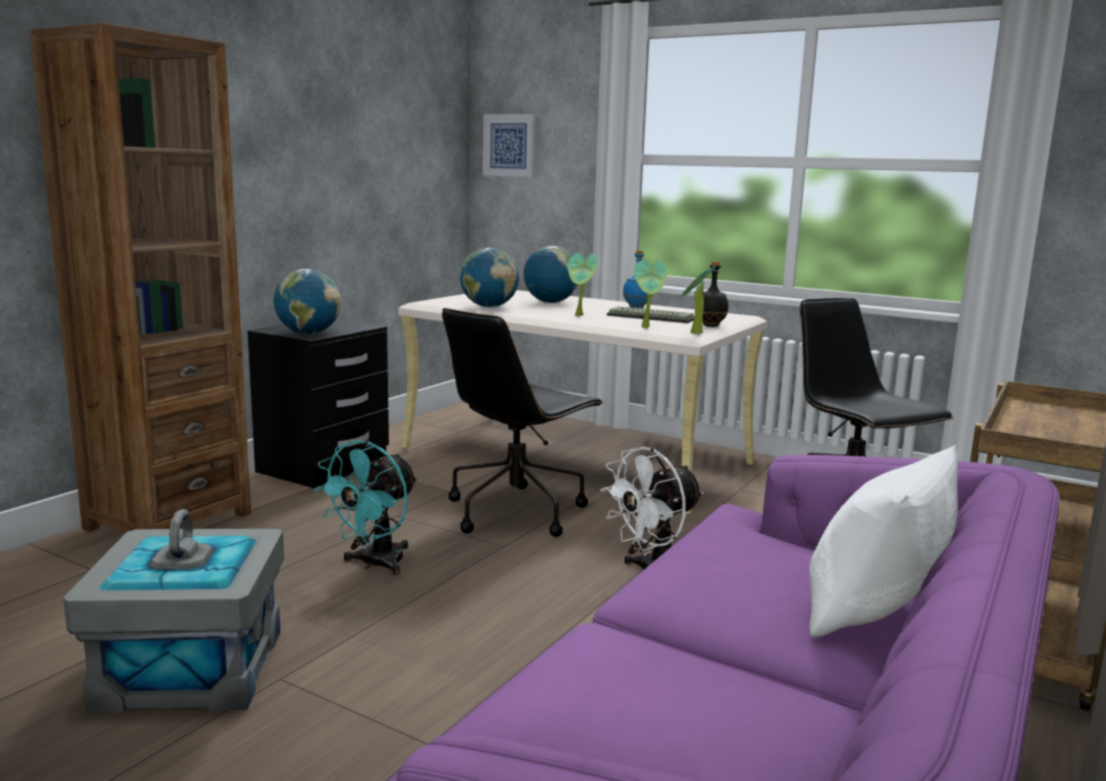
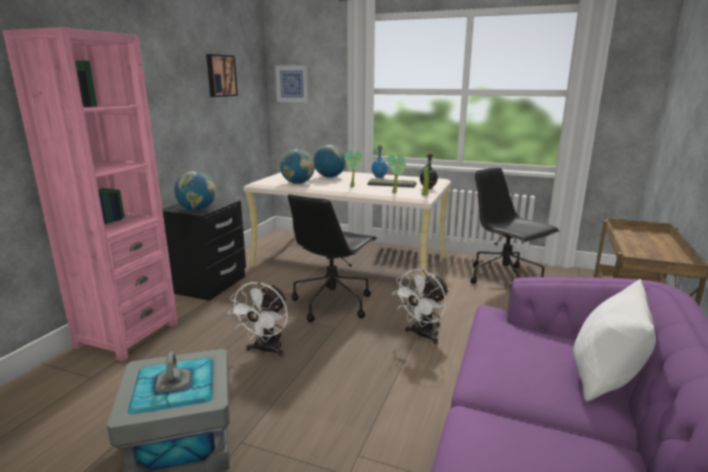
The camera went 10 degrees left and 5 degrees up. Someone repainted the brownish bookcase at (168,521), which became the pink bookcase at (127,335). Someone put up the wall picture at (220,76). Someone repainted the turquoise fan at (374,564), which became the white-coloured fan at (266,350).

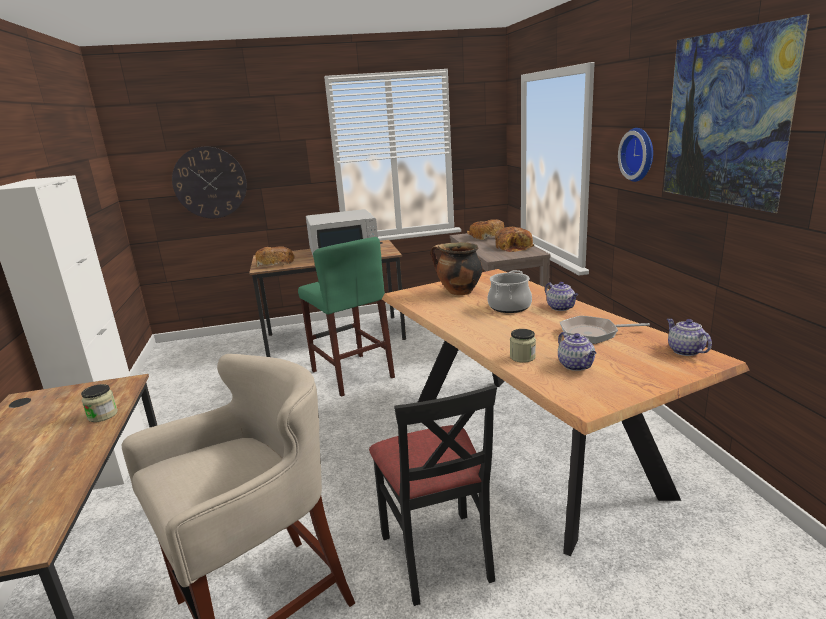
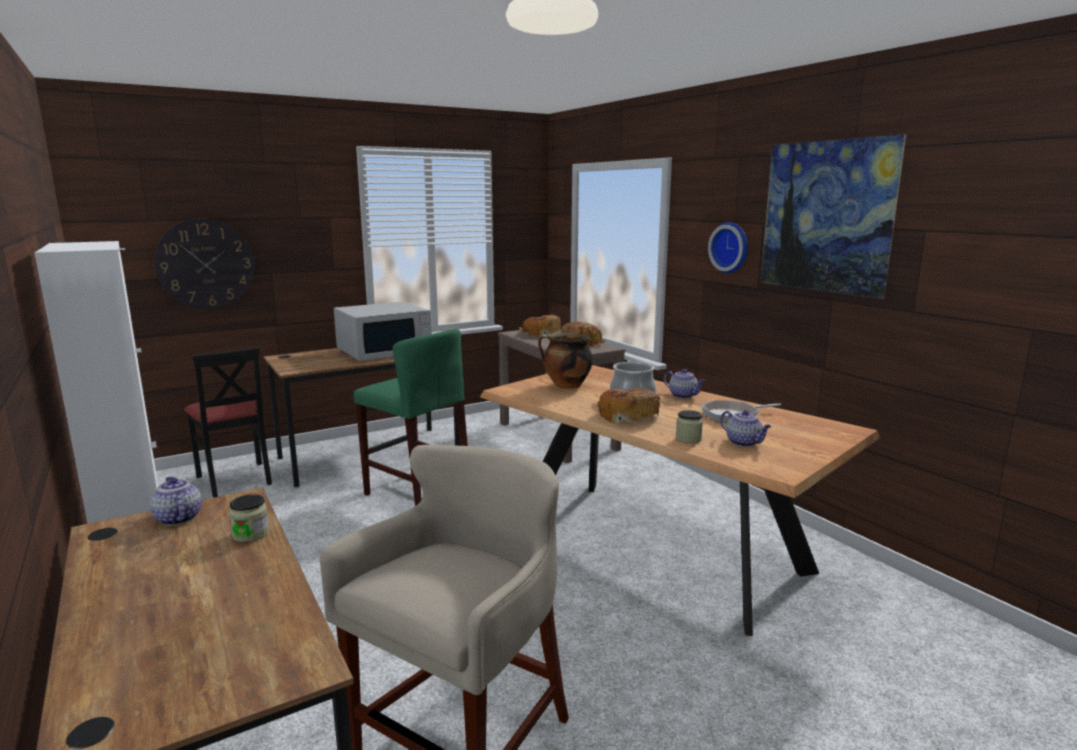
The camera went 20 degrees left and 5 degrees down. Someone carried the pot for tea from (684,351) to (178,518). Someone carried the blackish plain chair from (437,555) to (235,479). Someone carried the baked bread from (275,263) to (627,416).

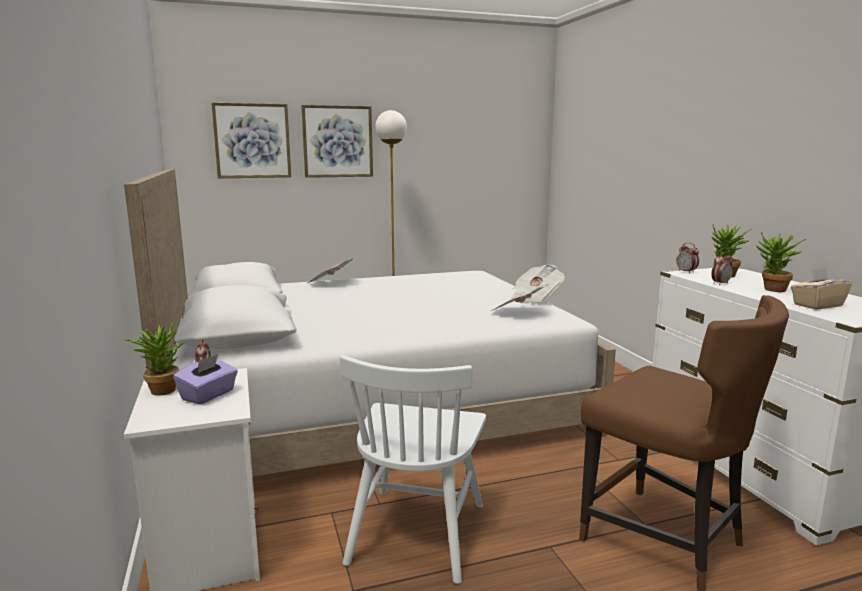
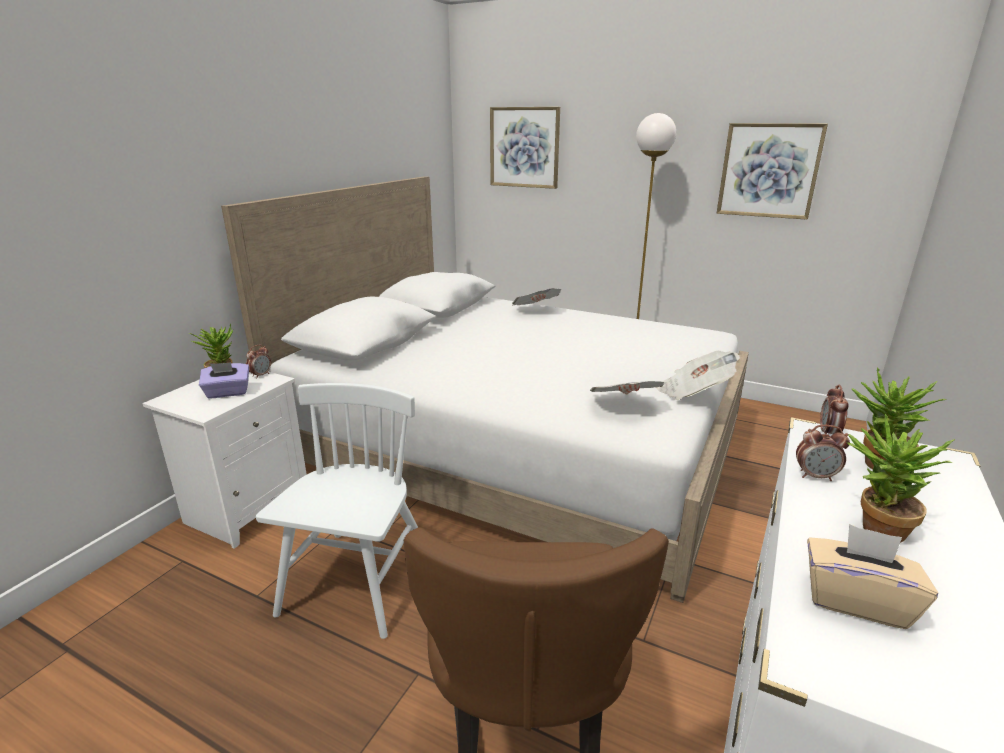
The camera went 45 degrees right and 10 degrees up. Someone rotated the white-coloured plain chair at (416,532) by 135 degrees clockwise. Someone carried the wall picture from (337,141) to (769,171).

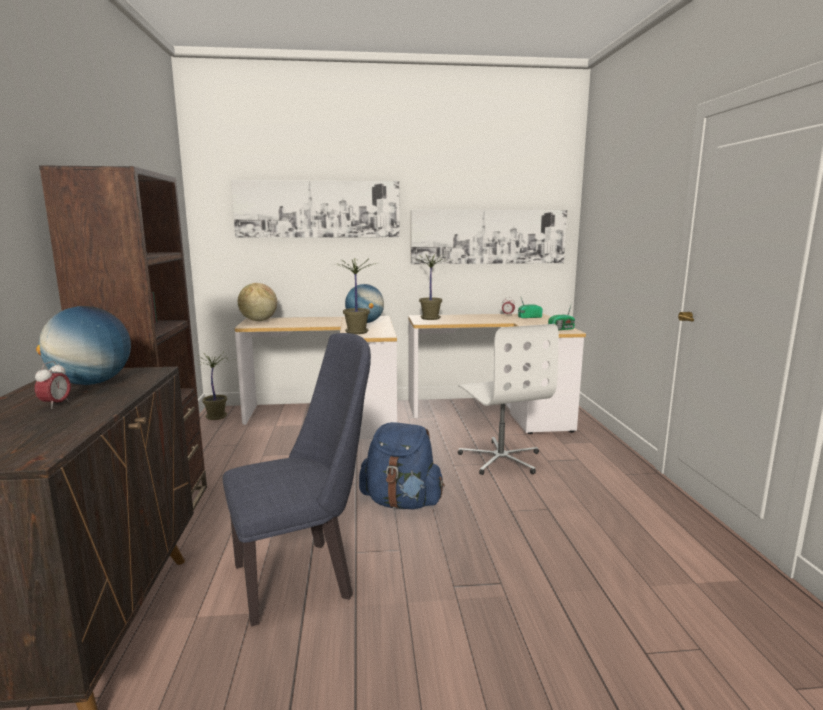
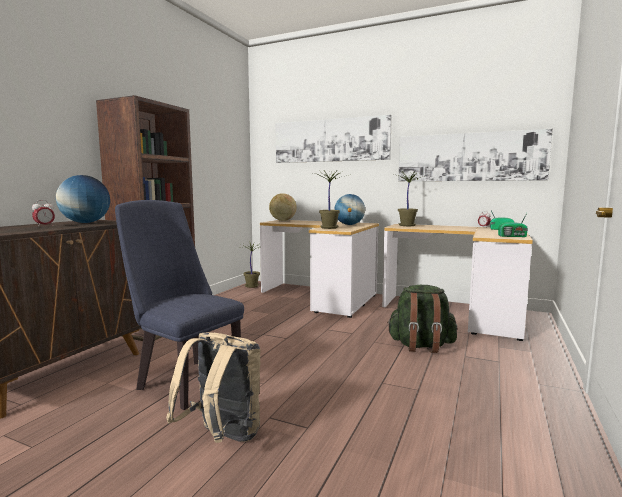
The camera went 30 degrees right and 5 degrees down. Someone rotated the bluish plain chair at (303,577) by 150 degrees counterclockwise. Someone put down the sand-coloured rucksack at (222,437). Someone swapped the white-coloured office chair at (501,459) for the green rucksack at (421,346). Someone took away the bluish rucksack at (402,502).

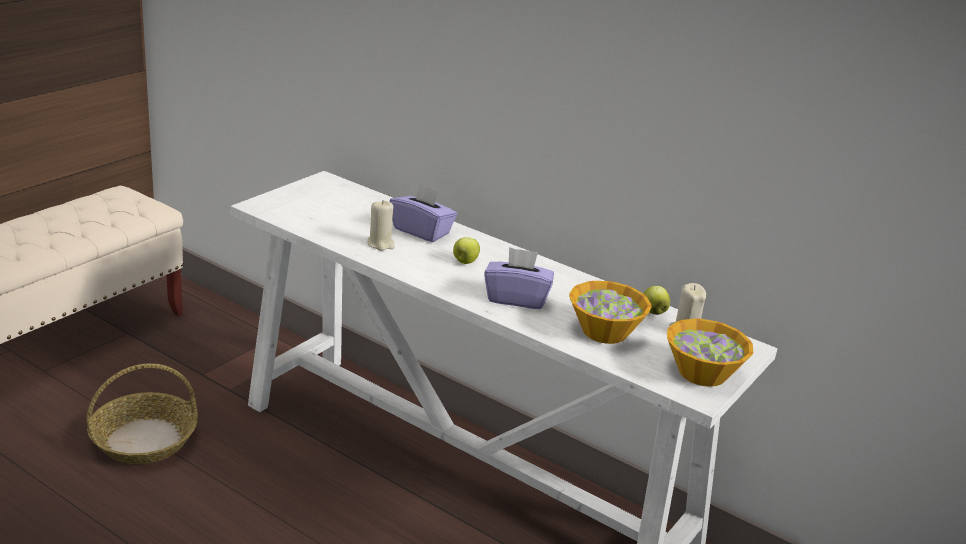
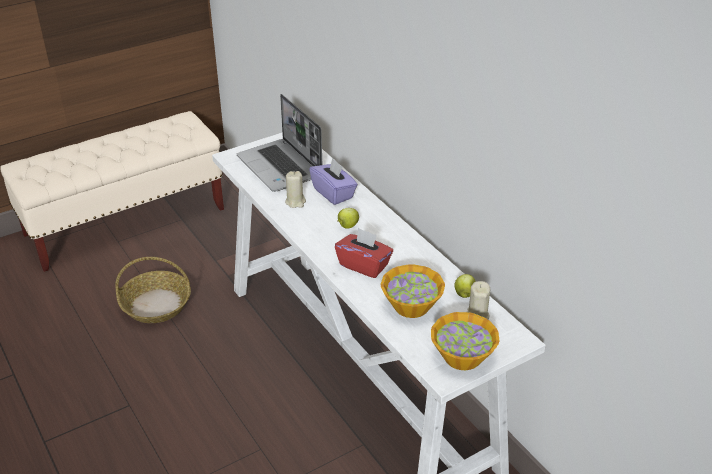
The camera went 25 degrees right and 10 degrees up. Someone put down the notebook computer at (281,167). Someone repainted the purple-coloured box of tissues at (516,298), which became the reddish box of tissues at (364,265).

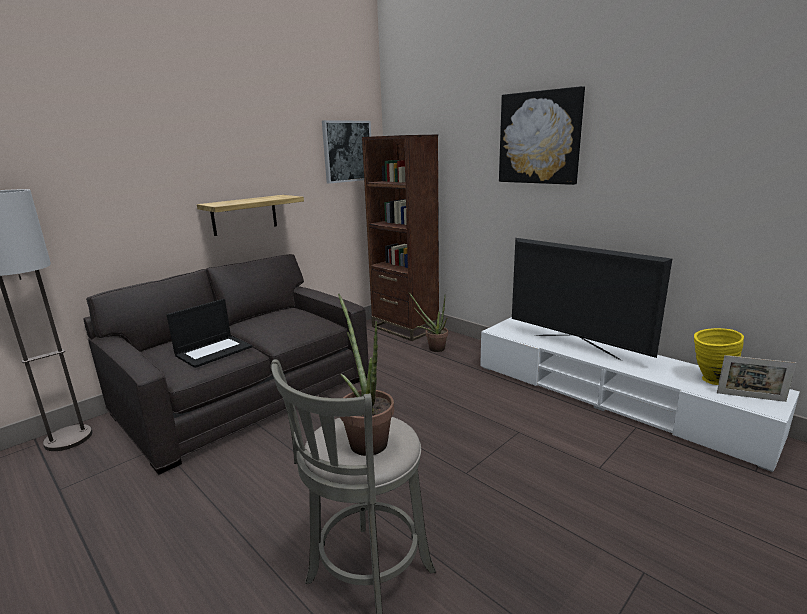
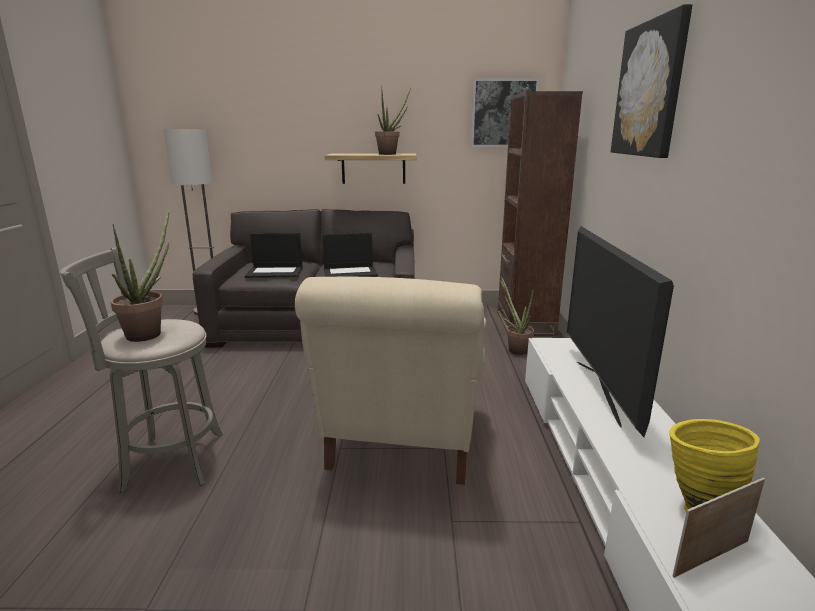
The camera went 45 degrees right and 0 degrees up. Someone put down the sand-coloured armchair at (403,441). Someone put down the notebook computer at (350,272). Someone put down the houseplant at (390,154). Someone rotated the photo frame at (750,397) by 90 degrees clockwise.

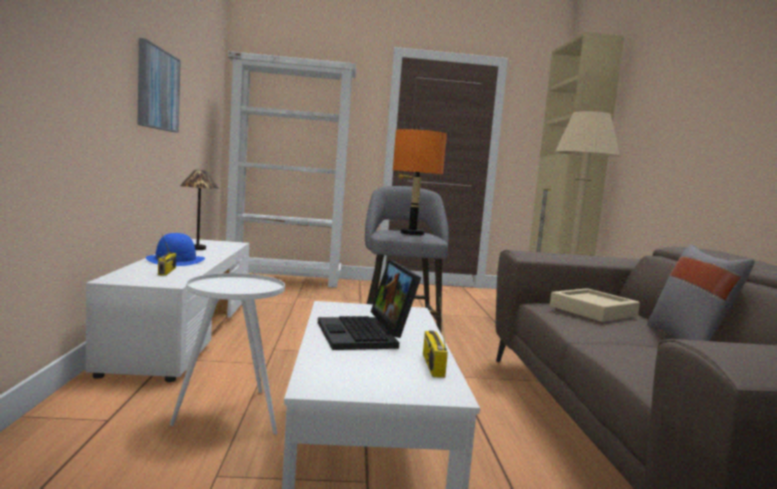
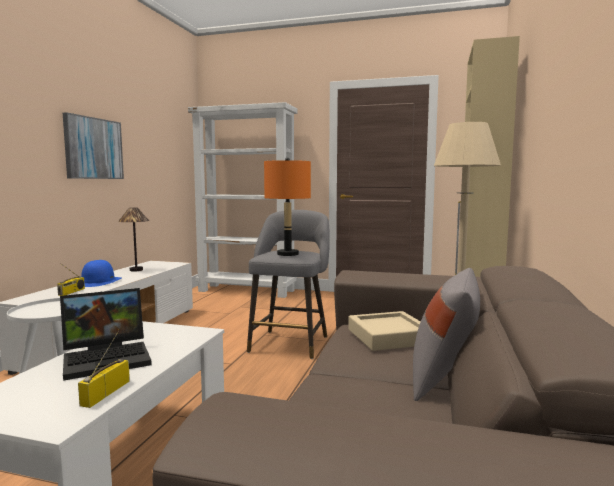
The camera went 20 degrees right and 0 degrees up. Someone rotated the notebook computer at (366,335) by 120 degrees counterclockwise.

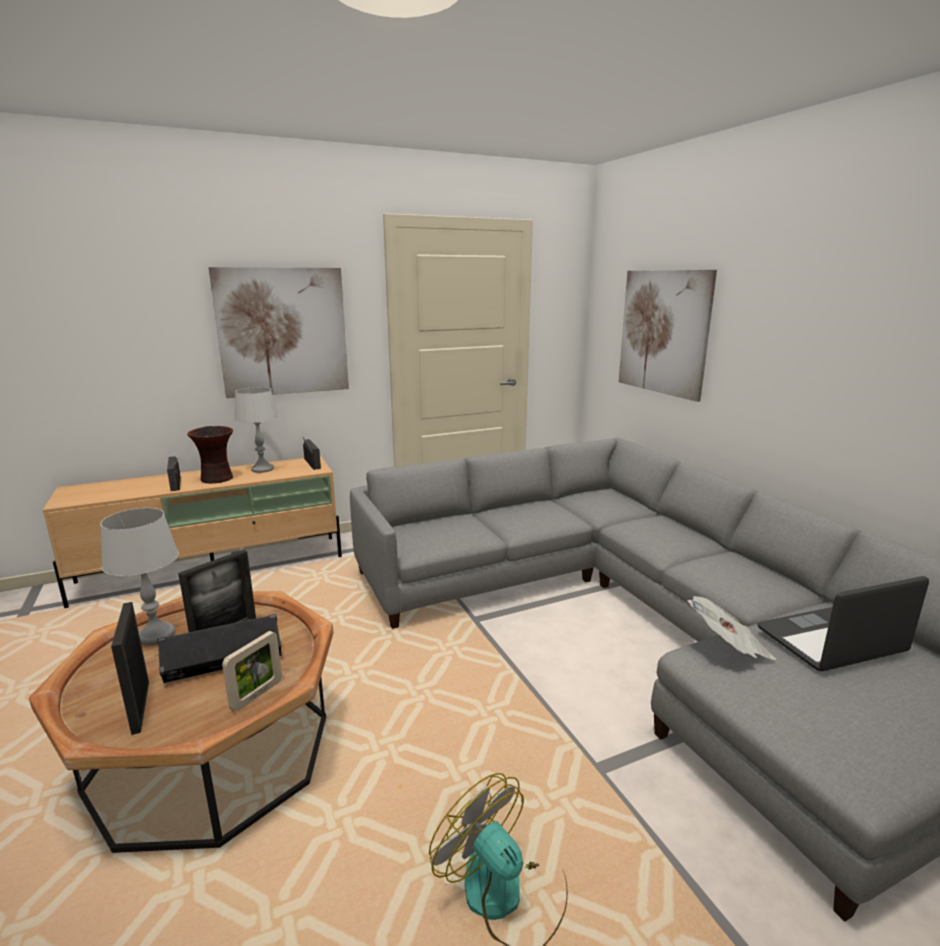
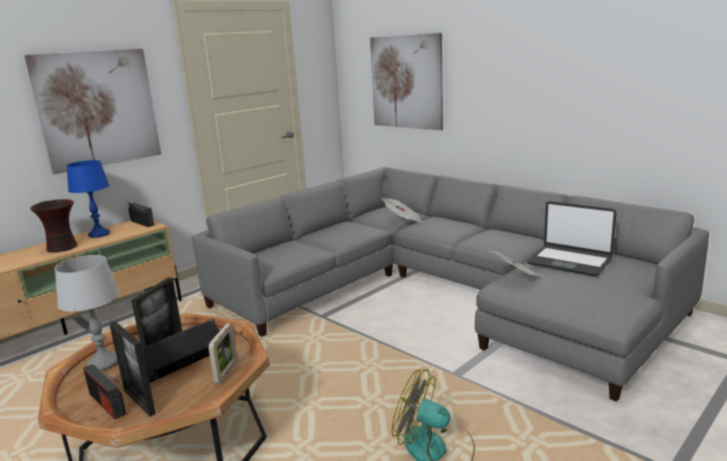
The camera went 20 degrees left and 0 degrees up. Someone repainted the grey lamp for a table at (263,469), which became the bluish lamp for a table at (99,234). Someone carried the radio receiver from (175,483) to (107,404). Someone put down the newspaper at (403,220). Someone rotated the notebook computer at (831,642) by 105 degrees counterclockwise.

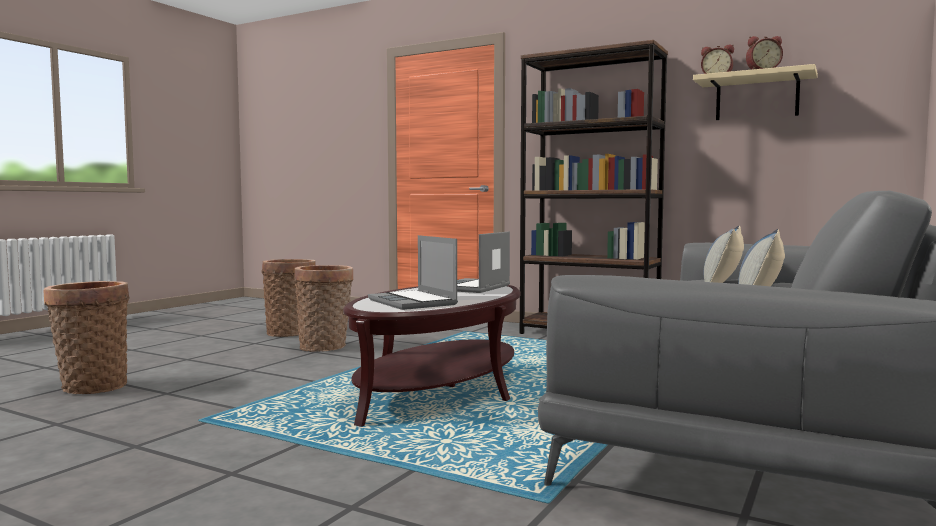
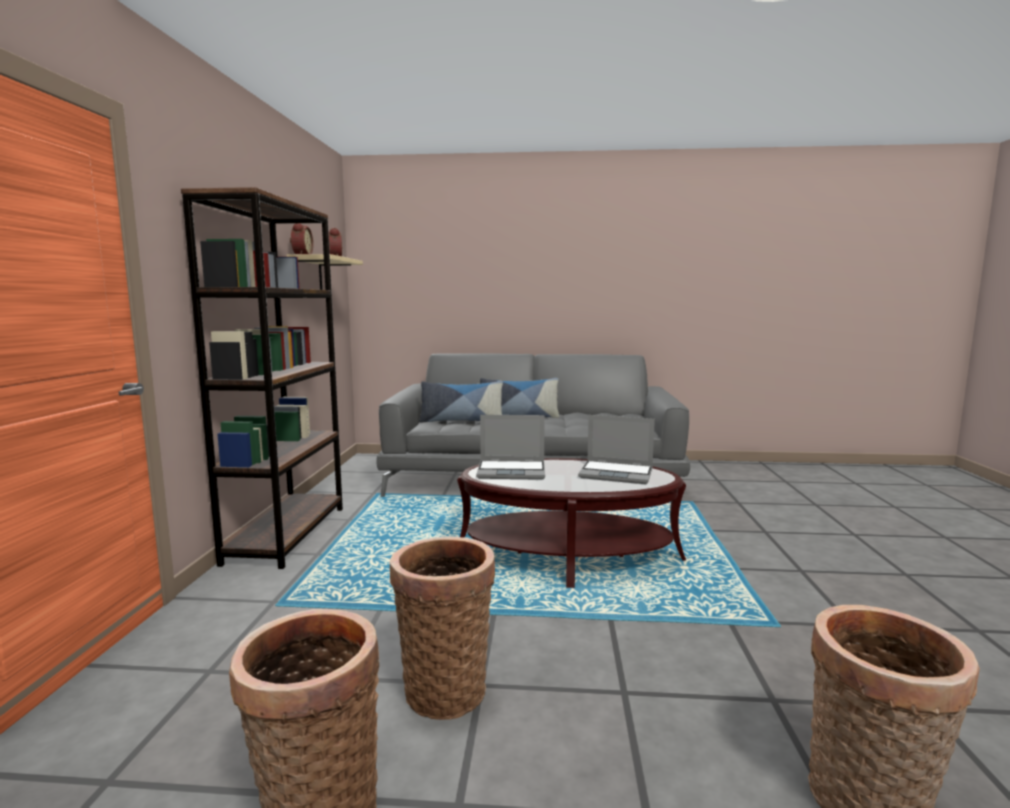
The camera went 115 degrees left and 5 degrees up. Someone rotated the notebook computer at (414,302) by 75 degrees clockwise.

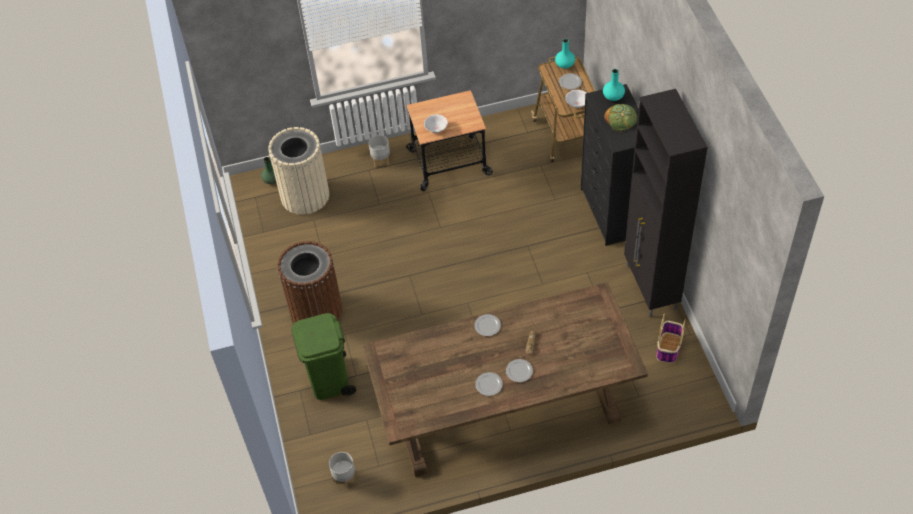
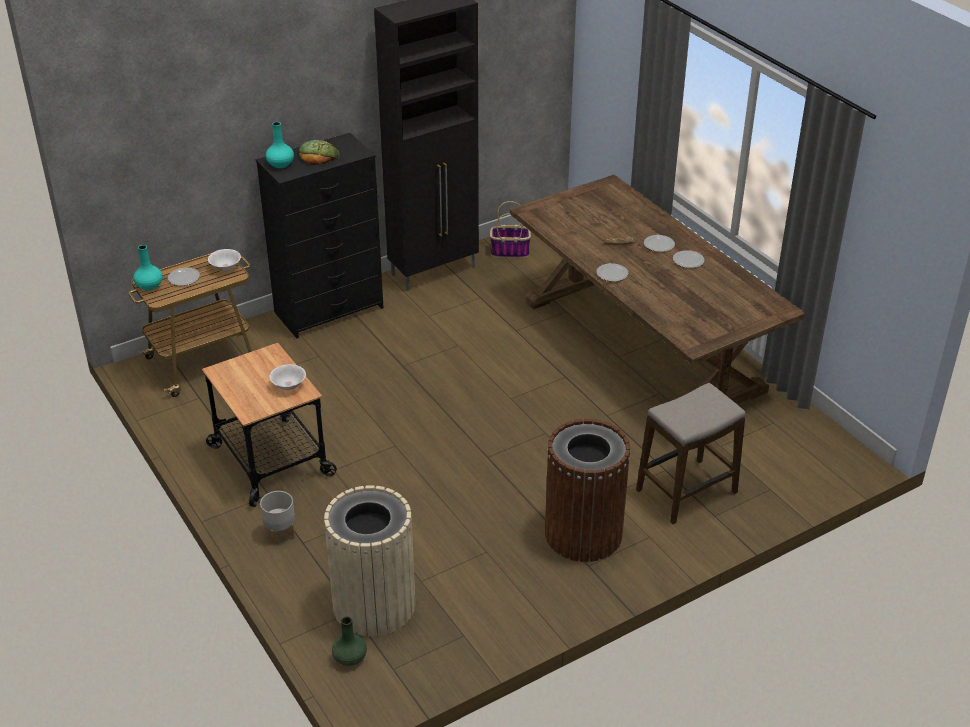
The camera went 110 degrees left and 15 degrees down. Someone swapped the green waste bin at (329,381) for the stool seat at (686,491). Someone took away the grey plant pot at (344,477).

